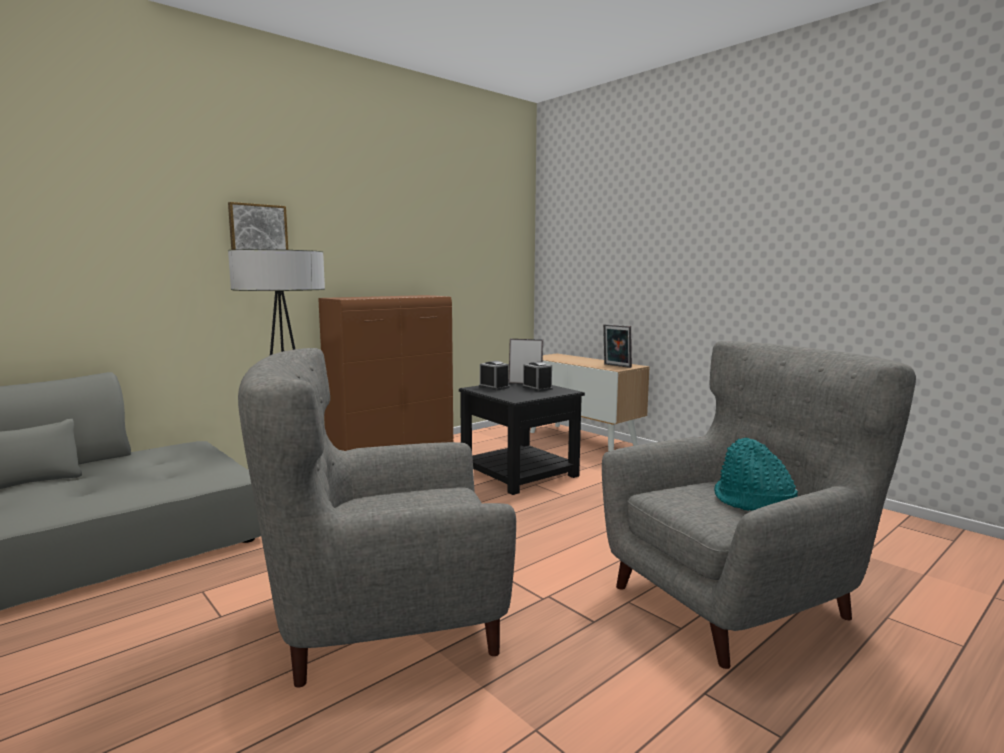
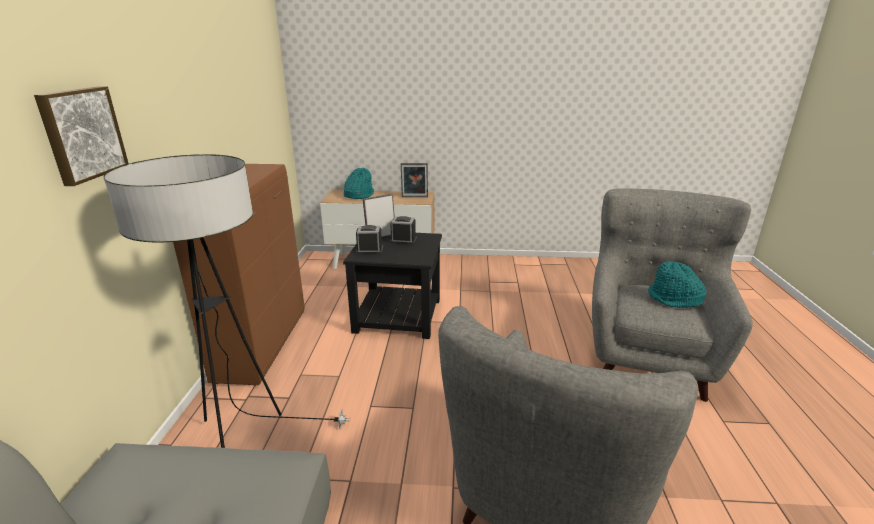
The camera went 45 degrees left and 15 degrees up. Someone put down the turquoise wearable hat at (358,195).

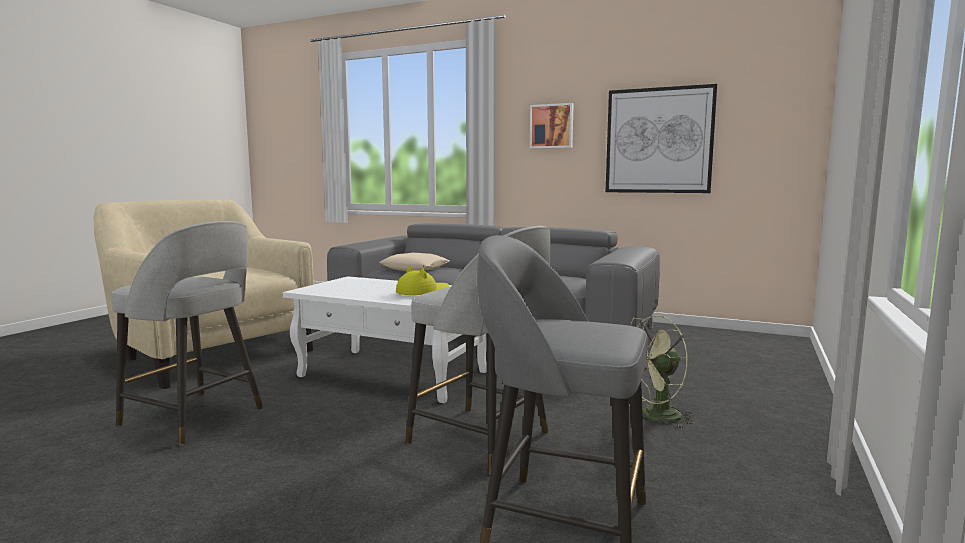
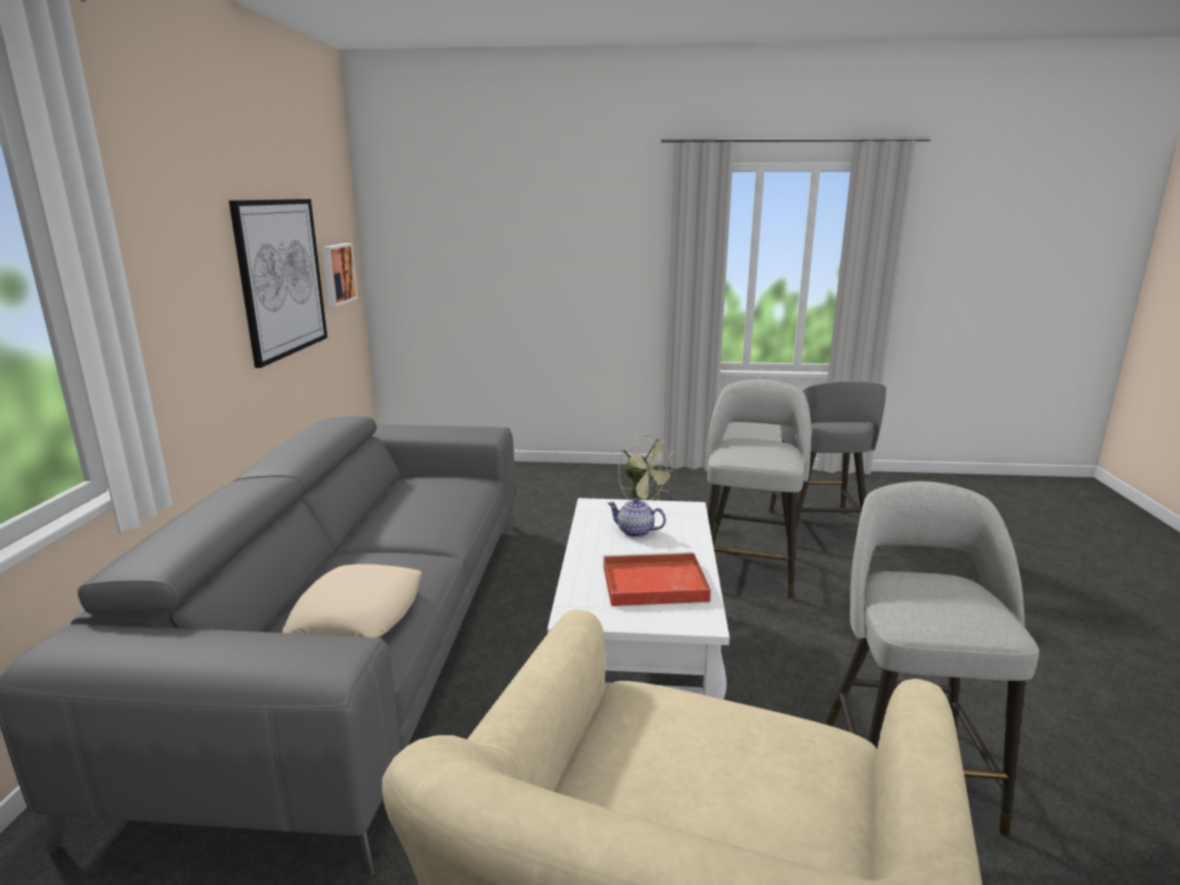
The camera went 110 degrees left and 10 degrees up. Someone carried the wall picture from (552,126) to (337,274). Someone put down the reddish serving tray at (652,584). Someone swapped the yellow-coloured wearable hat at (422,292) for the pot for tea at (635,532).

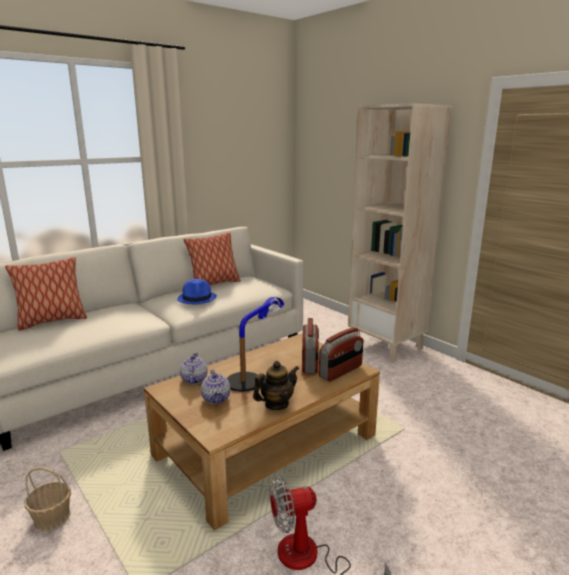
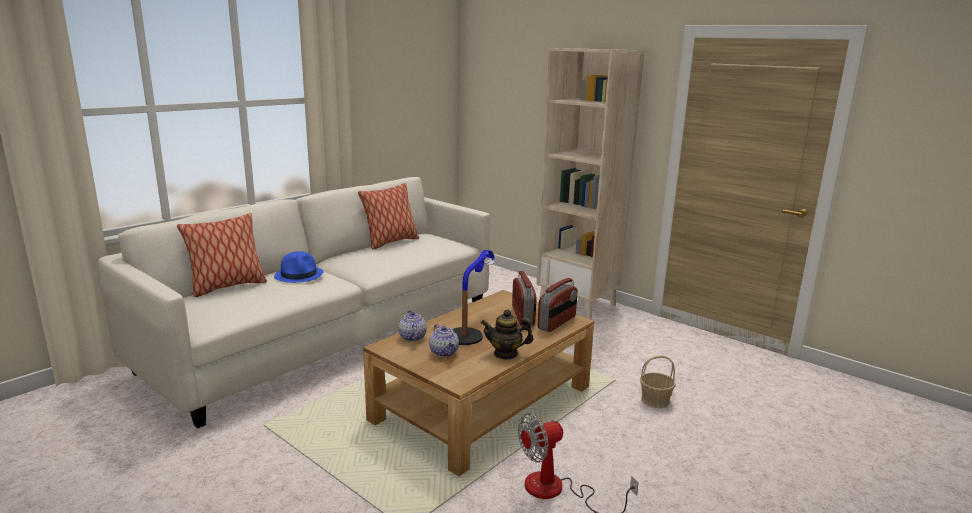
The camera went 10 degrees left and 0 degrees up. Someone carried the bluish wearable hat from (197,298) to (299,275). Someone rotated the pot for tea at (276,404) by 135 degrees counterclockwise. Someone carried the storage basket from (52,518) to (655,400).

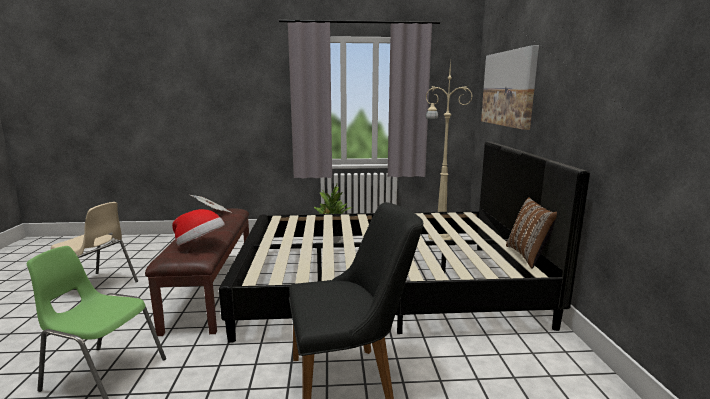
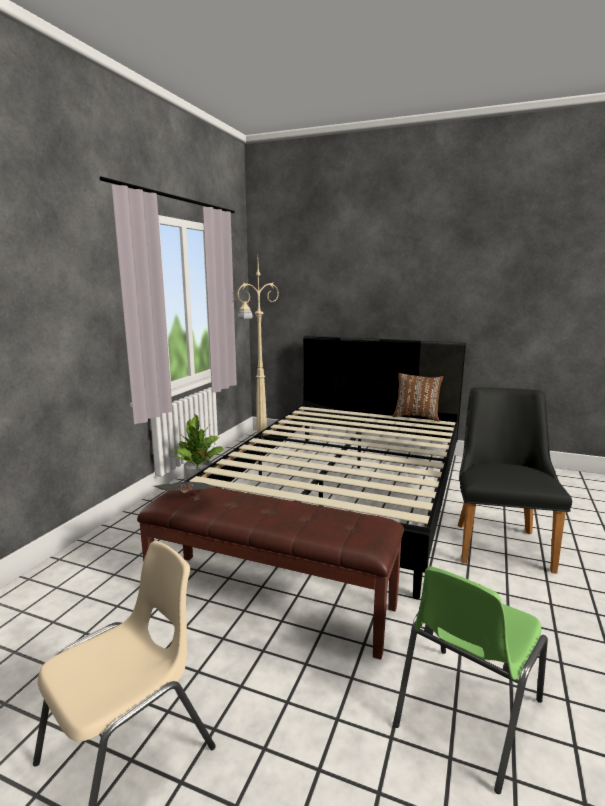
The camera went 65 degrees left and 0 degrees up. Someone took away the wearable hat at (200,245). Someone took away the wall picture at (508,88).

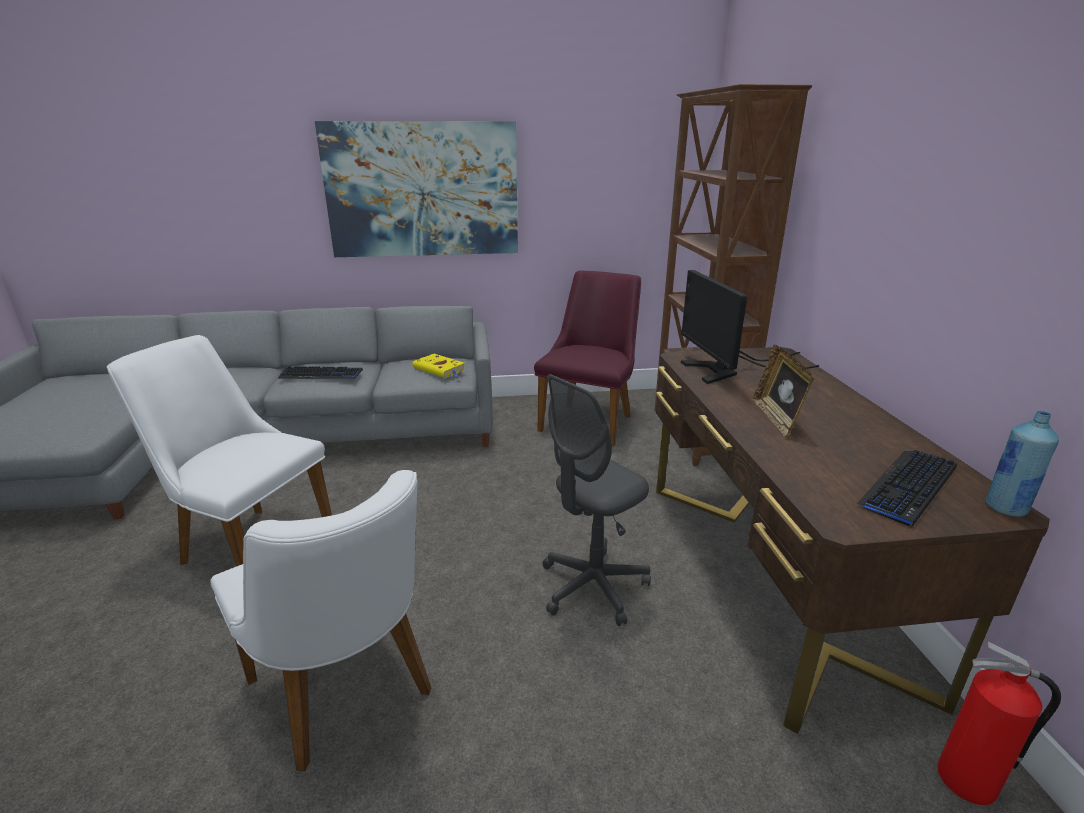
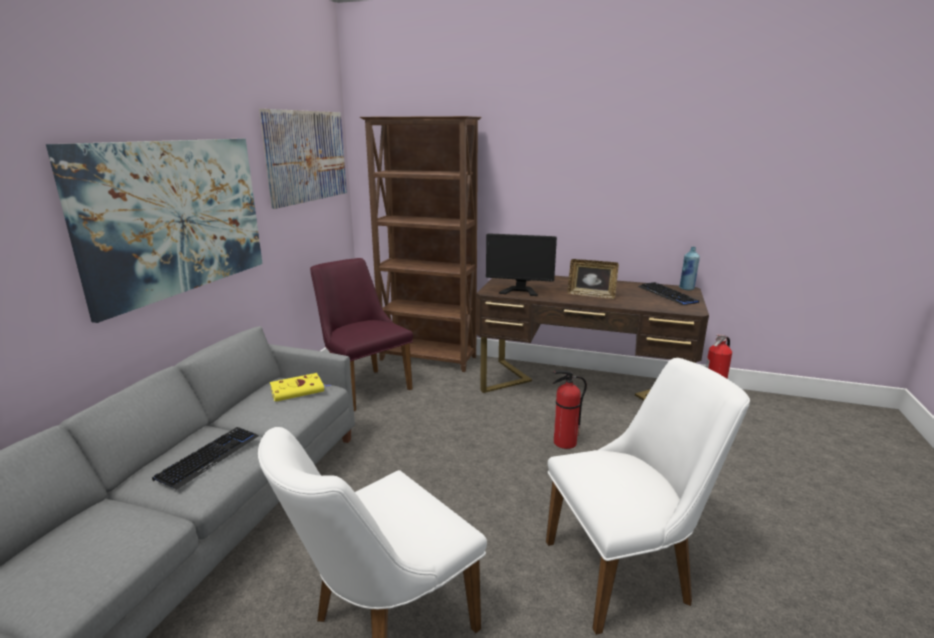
The camera went 65 degrees left and 5 degrees down. Someone put up the wall picture at (307,156). Someone swapped the grey office chair at (593,587) for the extinguisher at (564,442).

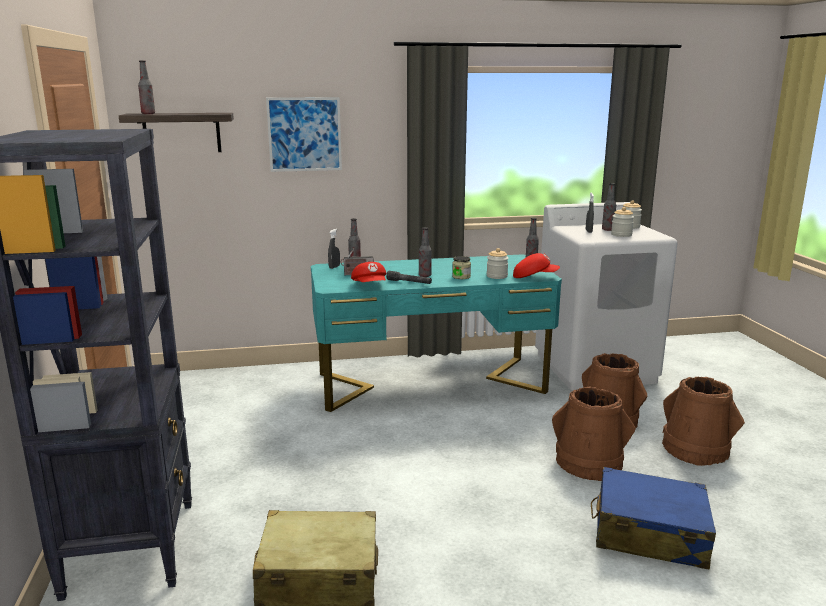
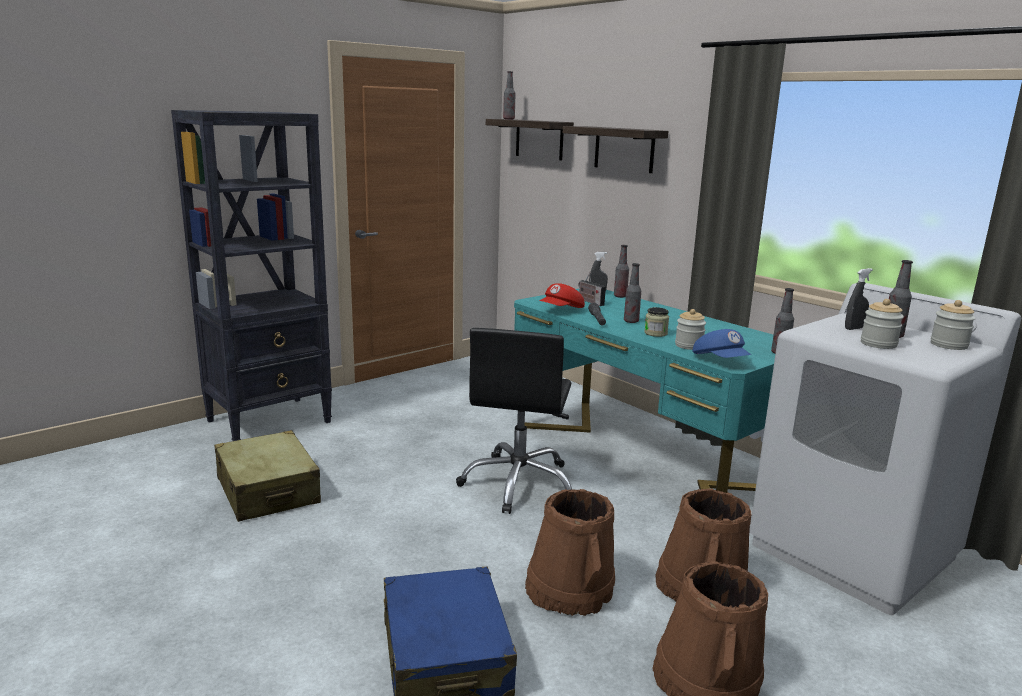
The camera went 60 degrees right and 0 degrees up. Someone put down the blackish office chair at (519,483). Someone swapped the wall picture at (304,134) for the bracket shelf at (624,149). Someone repainted the reddish baseball cap at (534,277), which became the bluish baseball cap at (720,361).

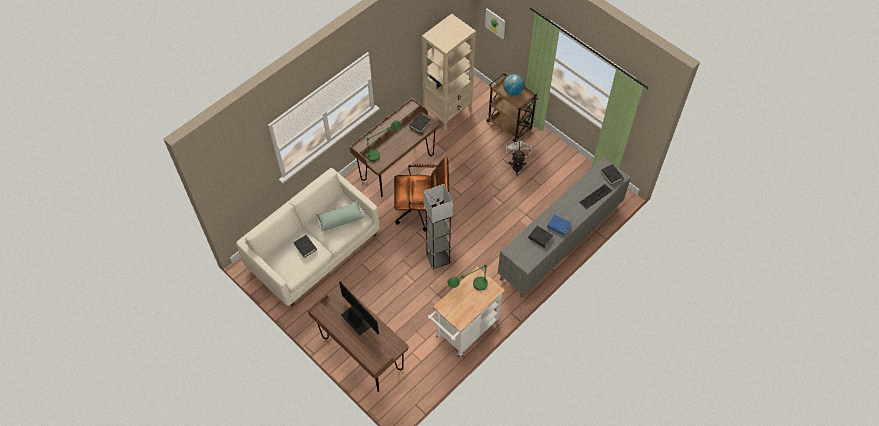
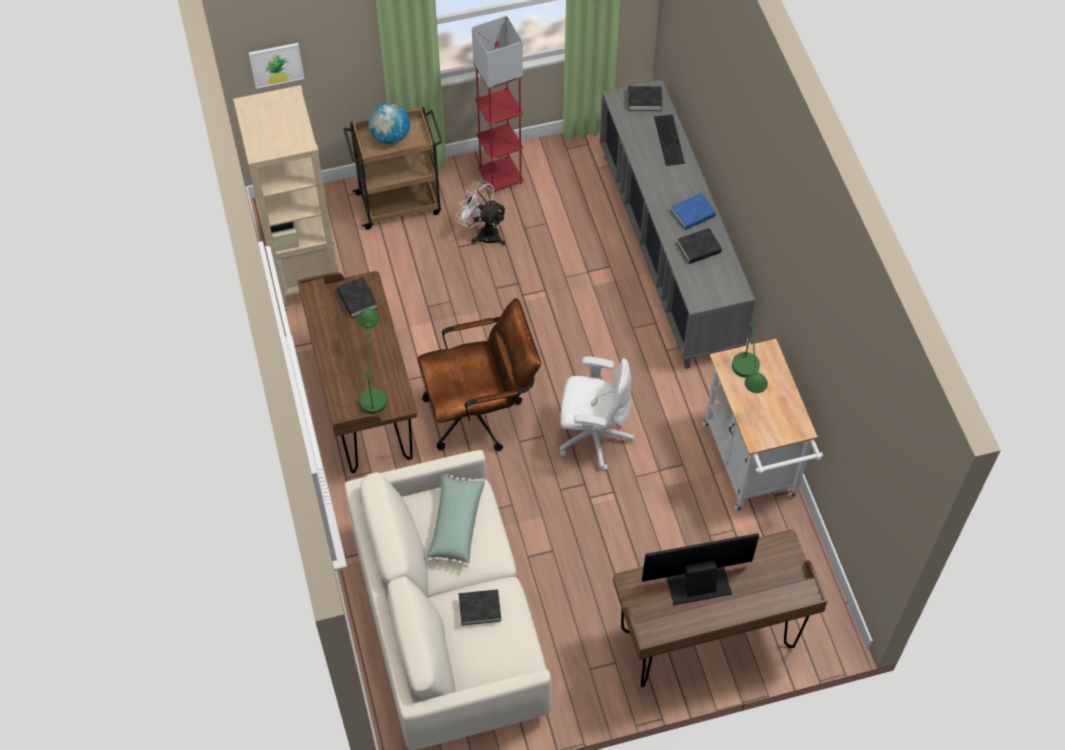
The camera went 60 degrees left and 0 degrees up. Someone rotated the brownish office chair at (422,211) by 45 degrees clockwise. Someone put down the reddish standard lamp at (500,178). Someone swapped the grey standard lamp at (438,259) for the white-coloured office chair at (593,436).

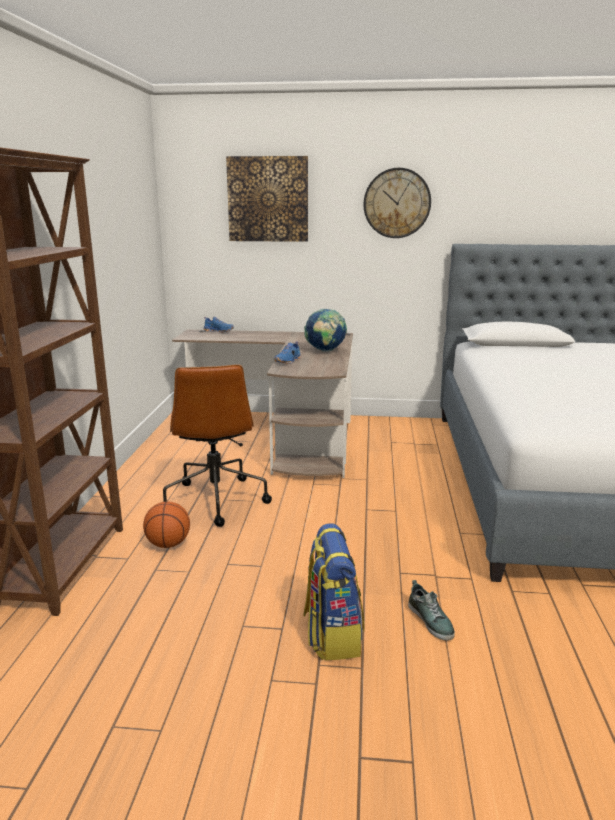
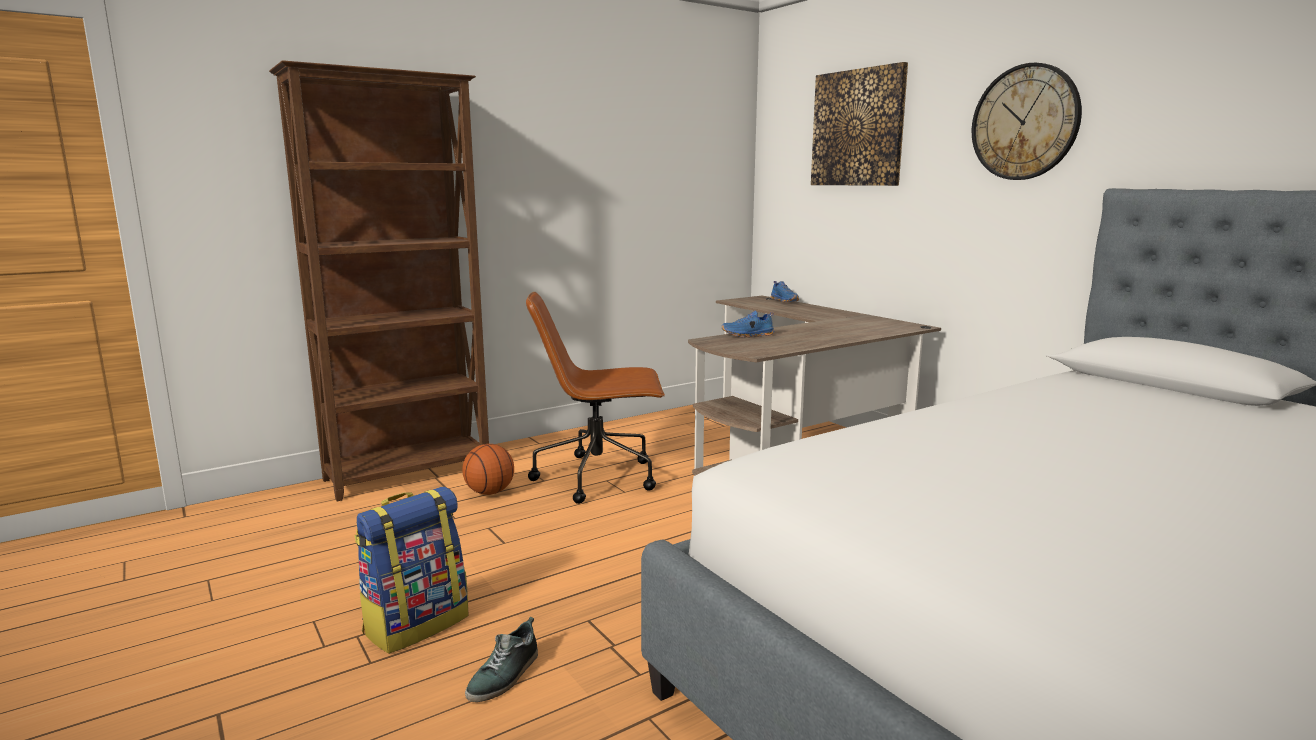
The camera went 50 degrees right and 5 degrees down. Someone rotated the brownish office chair at (215,499) by 45 degrees clockwise. Someone took away the globe at (325,351).

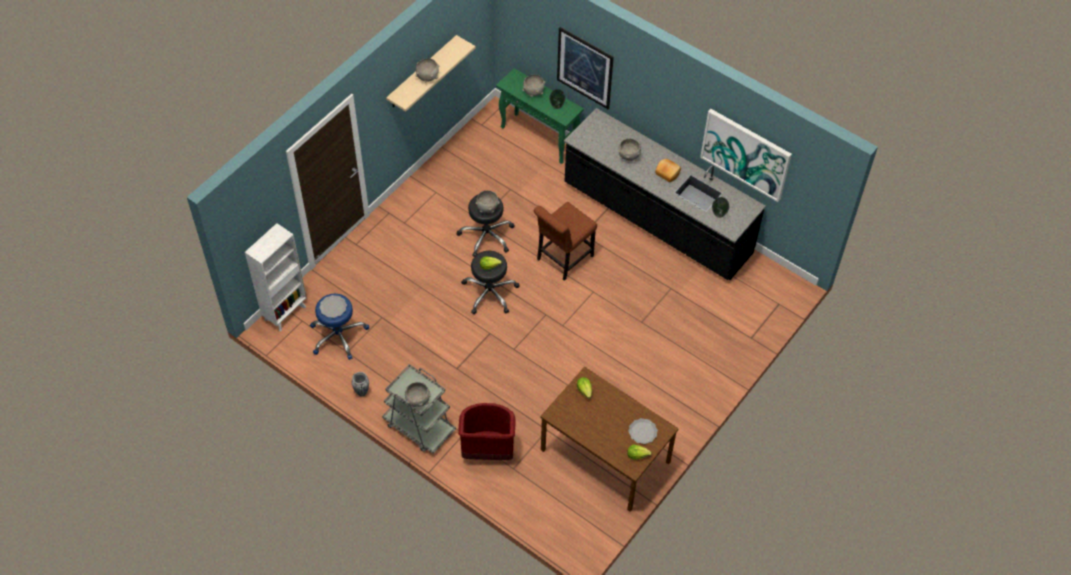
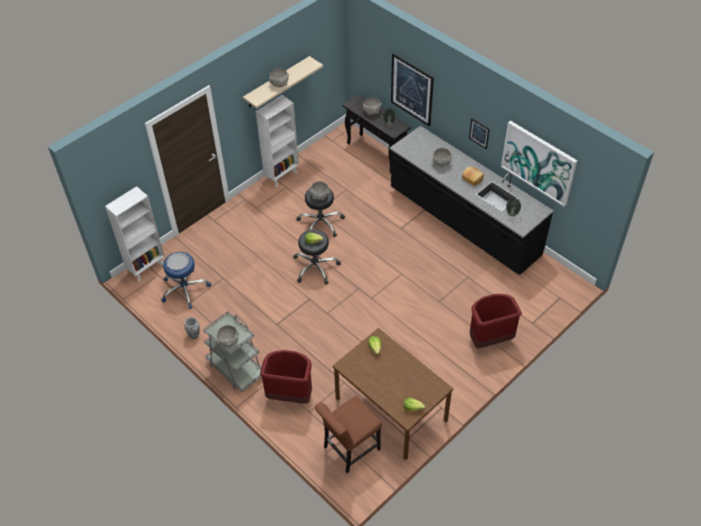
The camera went 10 degrees right and 5 degrees down. Someone put down the white-coloured bookcase at (282,175). Someone carried the brownish plain chair from (562,259) to (349,449). Someone repainted the green hall table at (539,138), which became the blackish hall table at (376,153). Someone put up the wall picture at (479,133). Someone put down the reddish waste bin at (489,339). Someone took away the plate at (642,431).

